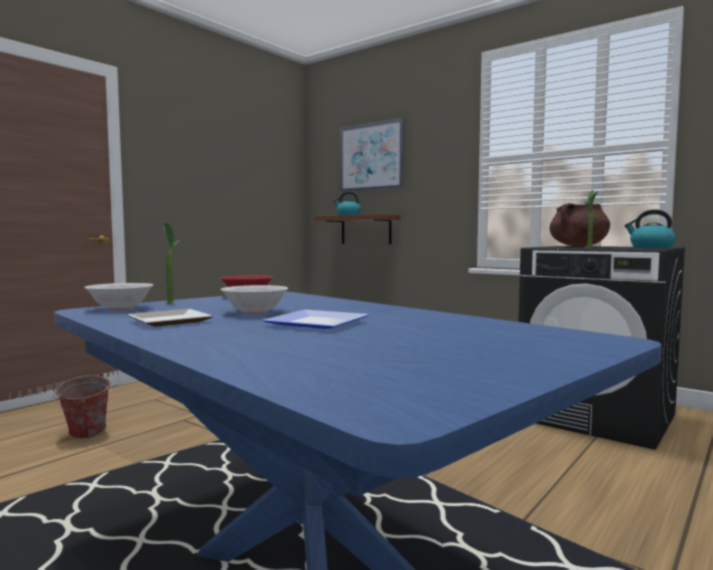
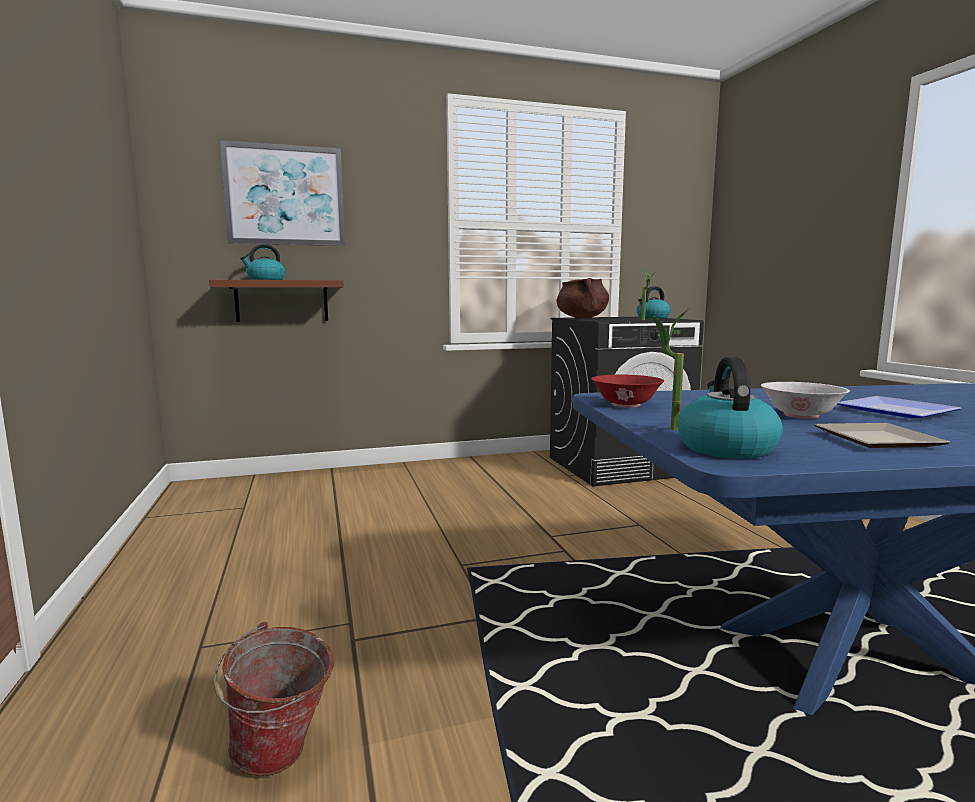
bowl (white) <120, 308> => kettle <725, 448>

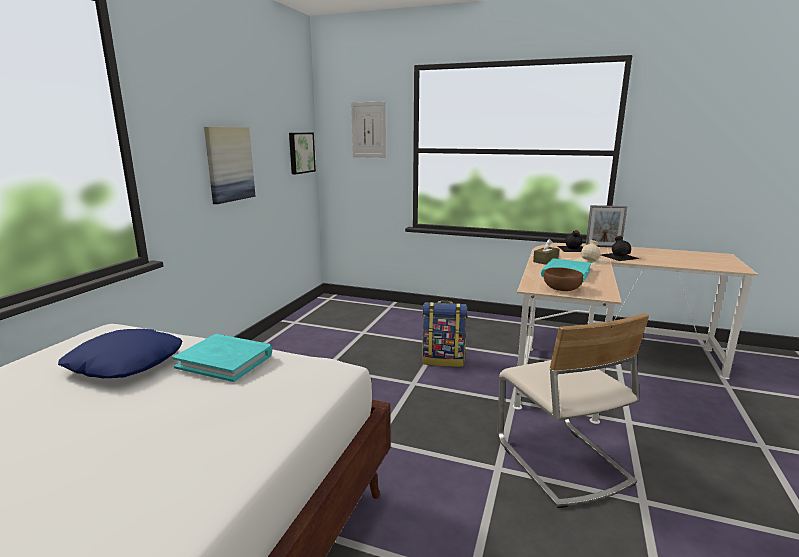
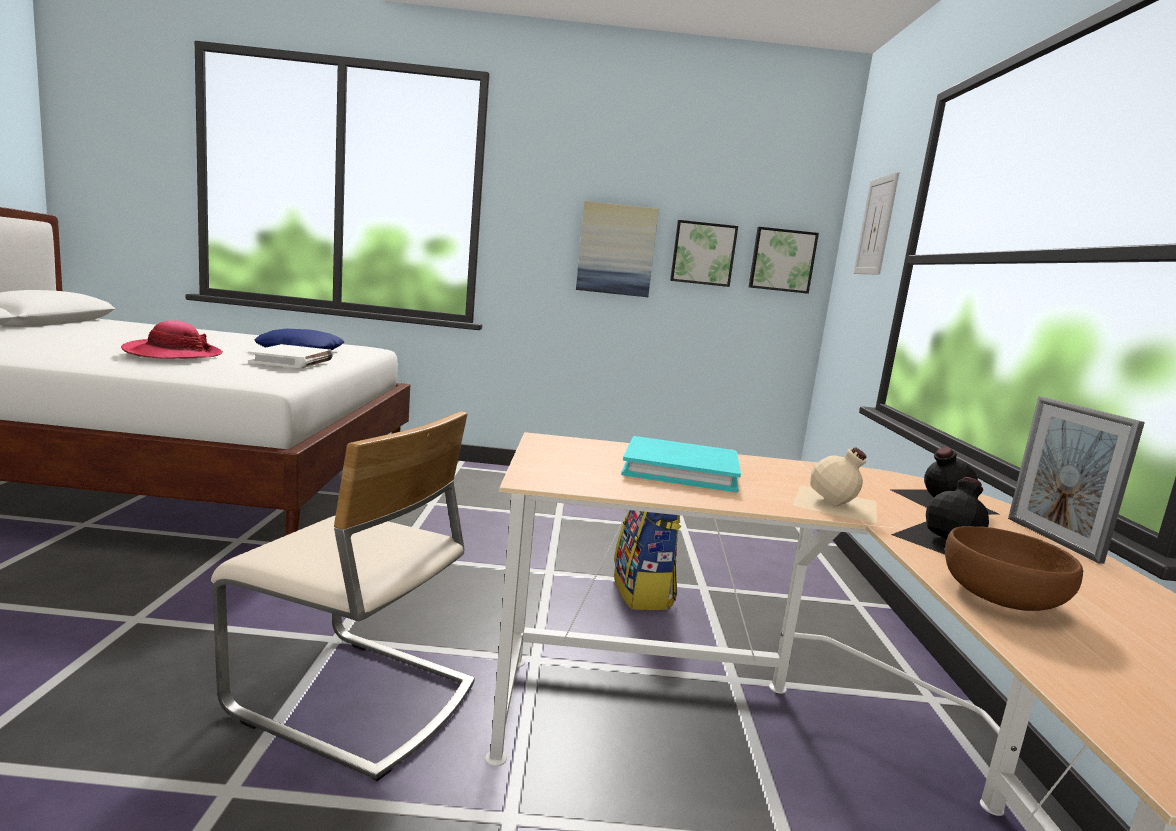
book (turquoise) <225, 360> => book (white) <292, 361>
chair (beige) <560, 461> => chair (beige) <352, 700>, 120 degrees counterclockwise
tissue box (brown) <545, 260> => nothing
bowl (brown) <561, 289> => bowl (brown) <999, 596>, moved
nothing => hat <173, 354>
nothing => picture <703, 253>

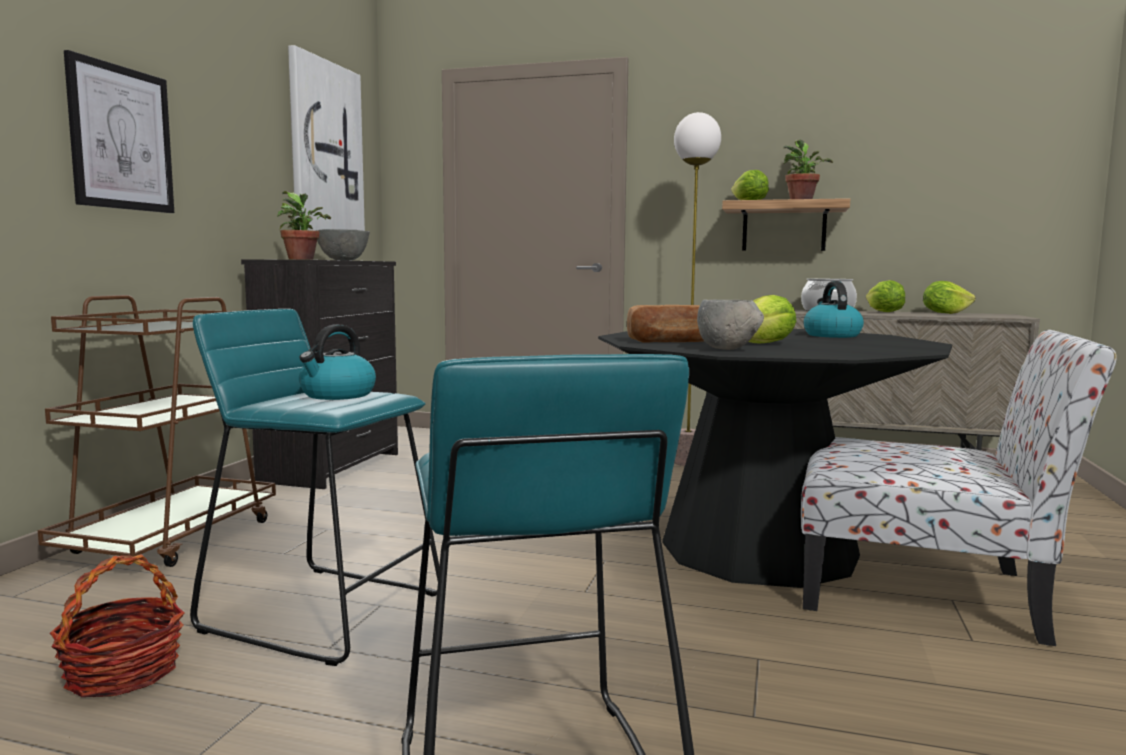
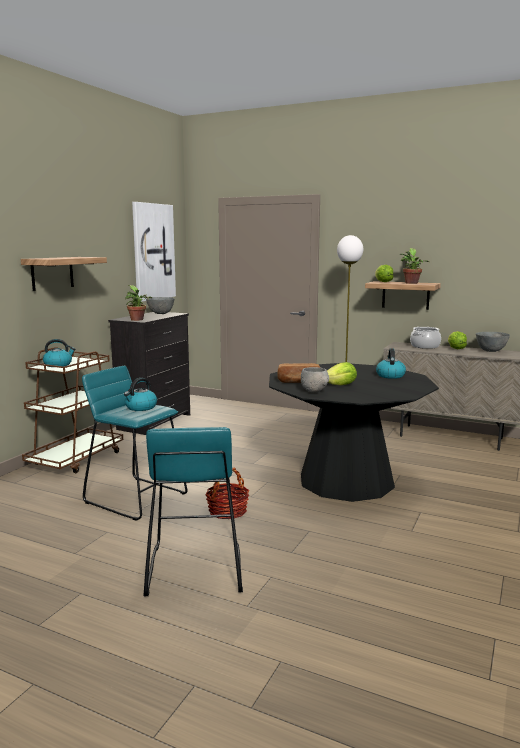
basket <122, 673> => basket <227, 511>, moved
picture <121, 138> => shelf <52, 273>
chair <923, 591> => nothing
lettuce <945, 313> => bowl (grey) <490, 351>
nothing => kettle <58, 365>

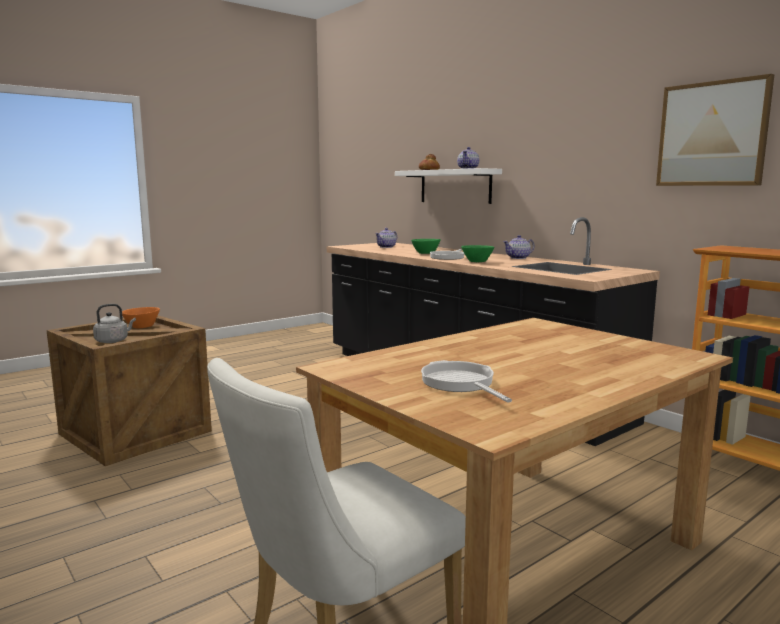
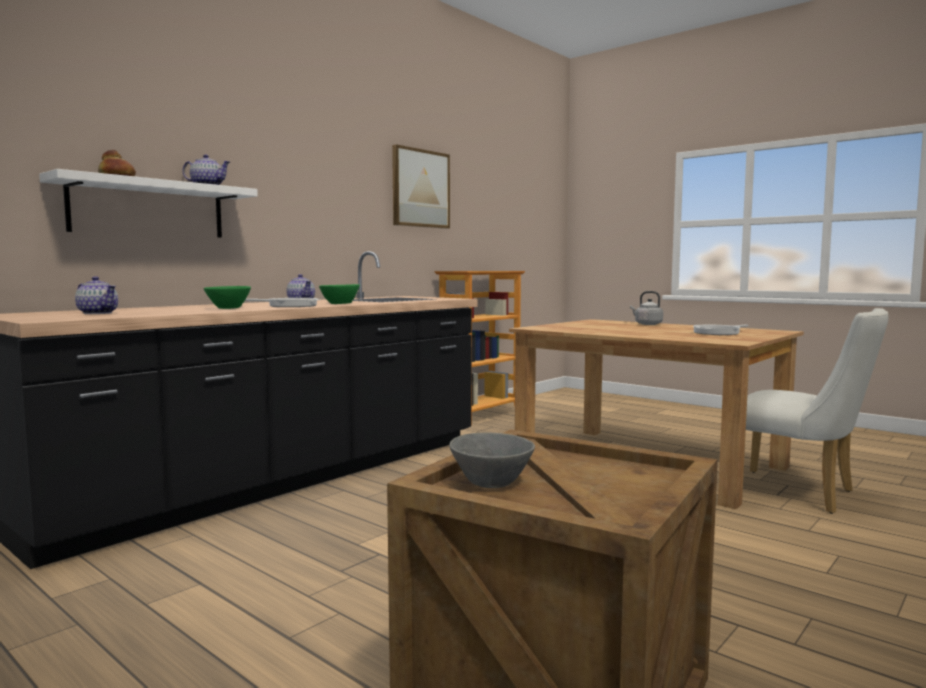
kettle (grey) <113, 341> => kettle (grey) <647, 324>, moved
bowl (orange) <141, 326> => bowl (grey) <489, 483>

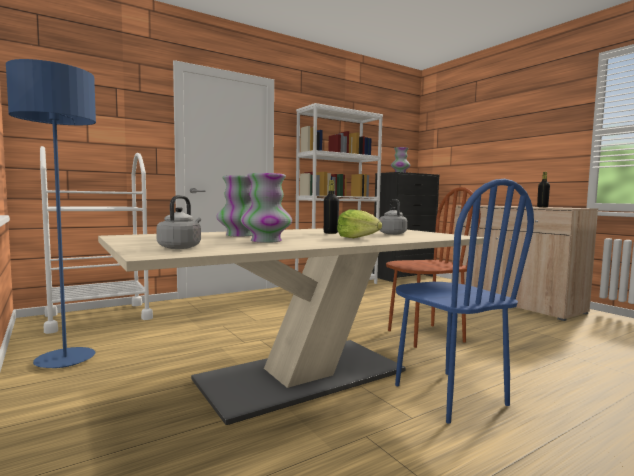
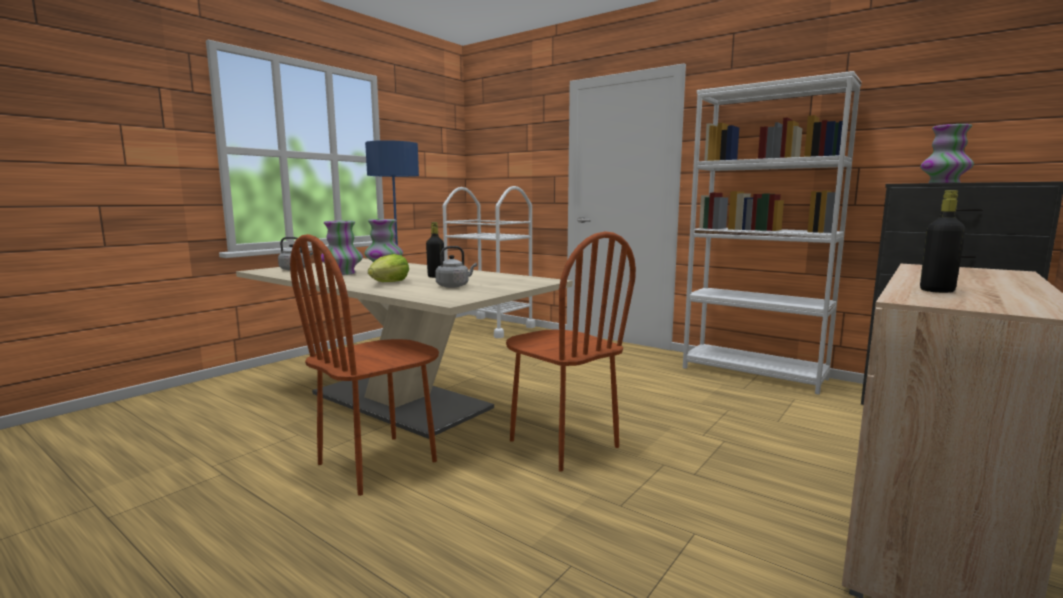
chair (blue) <448, 395> => chair (brown) <378, 463>

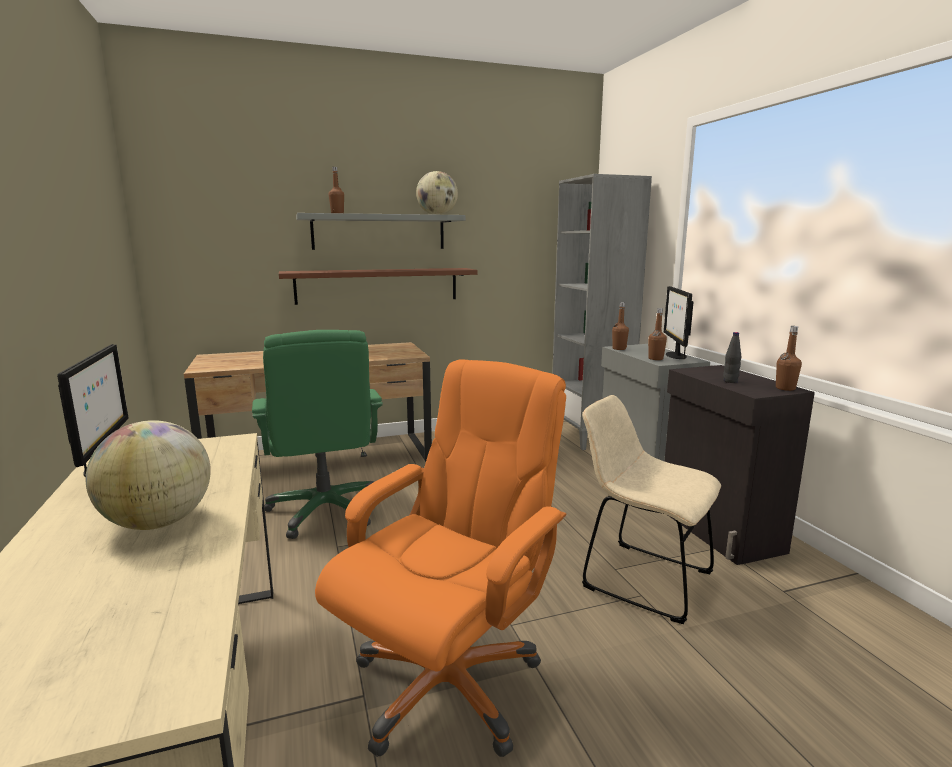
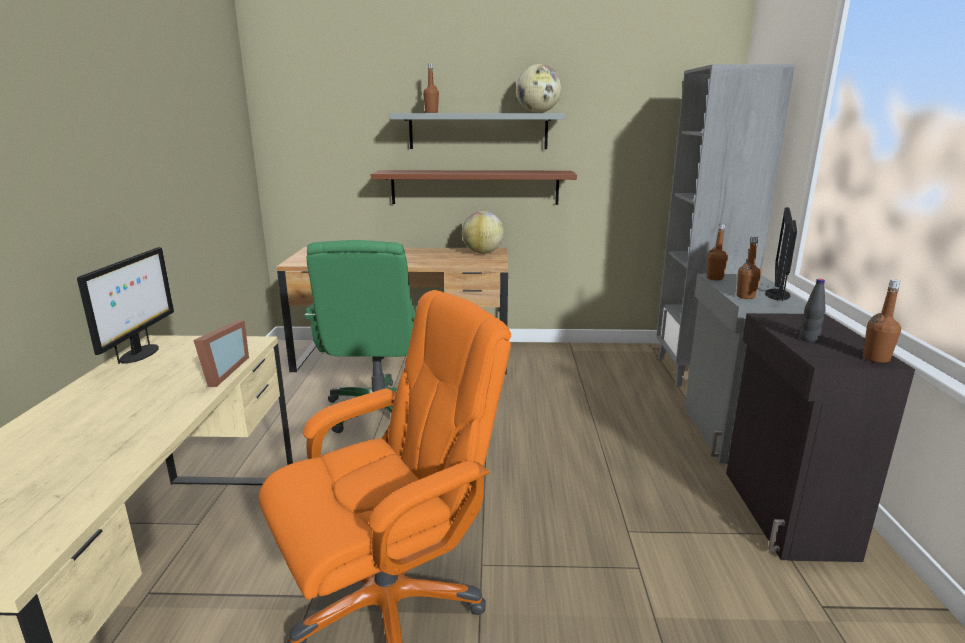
globe <158, 522> => globe <482, 253>, moved
chair (beige) <640, 578> => nothing
nothing => picture frame <220, 372>

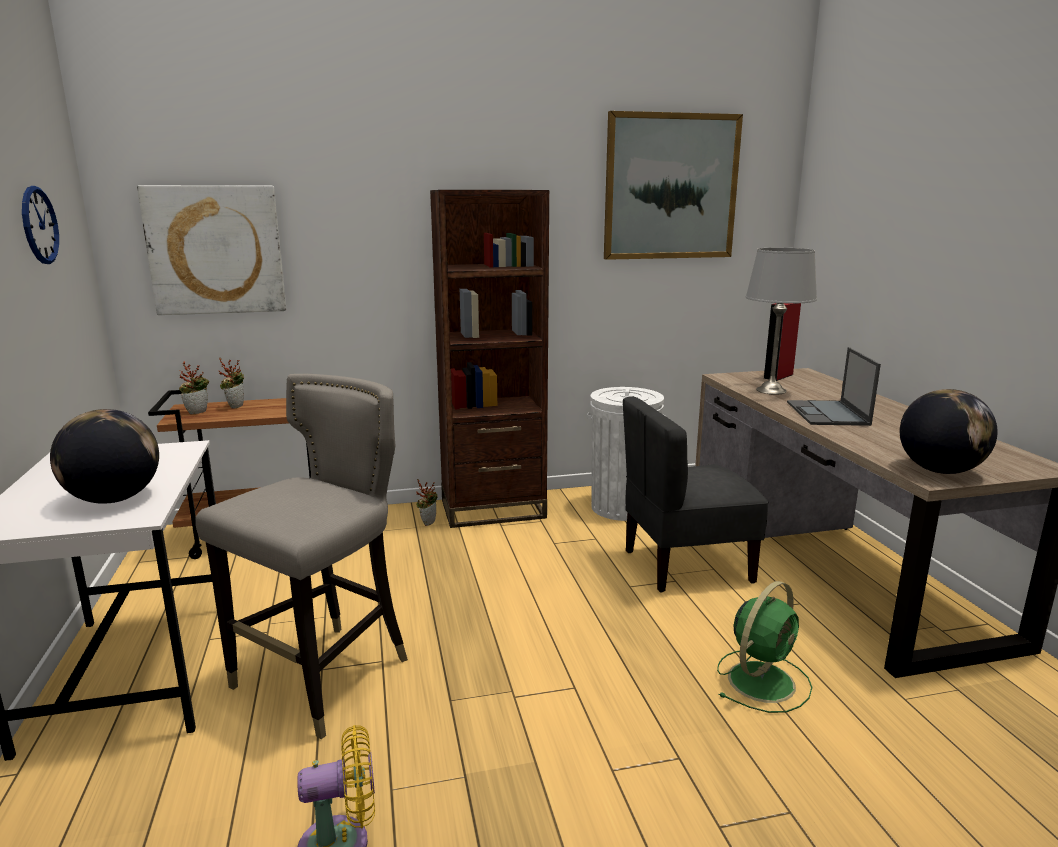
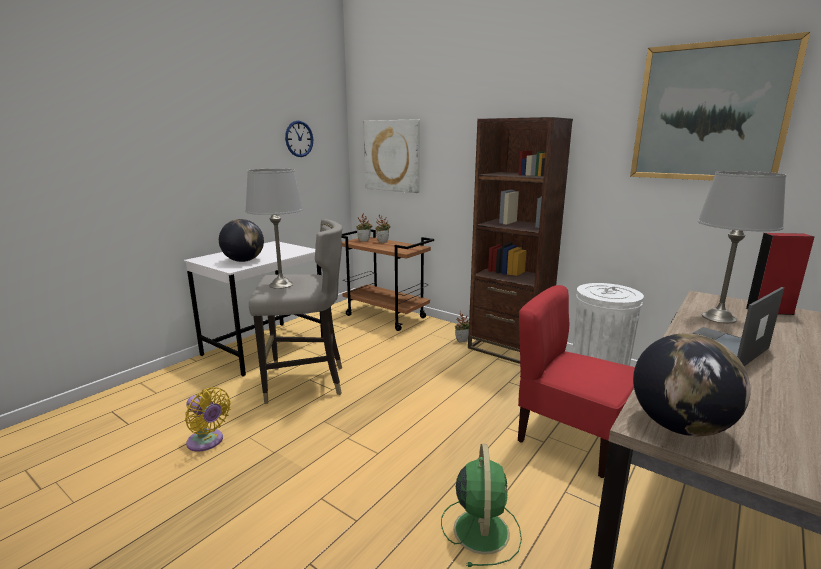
chair (grey) <686, 565> => chair (red) <570, 438>
fan (green) <762, 680> => fan (green) <481, 529>, 90 degrees counterclockwise
nothing => table lamp (grey) <281, 284>

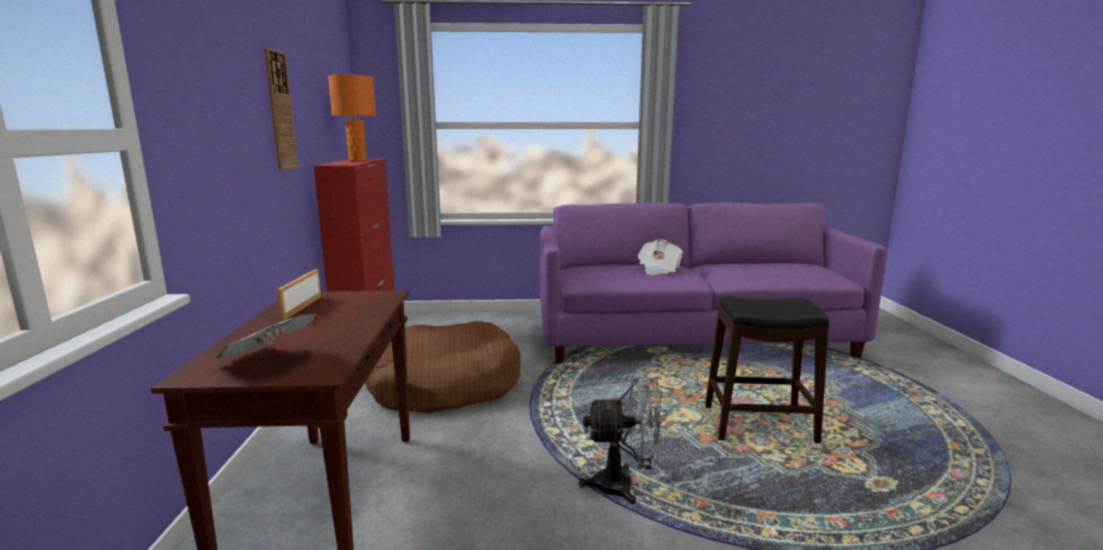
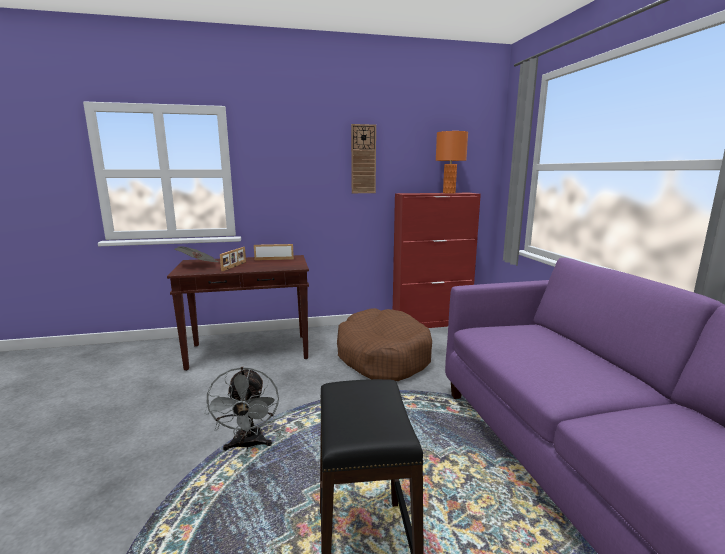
newspaper <658, 269> => nothing
nothing => picture frame <234, 266>

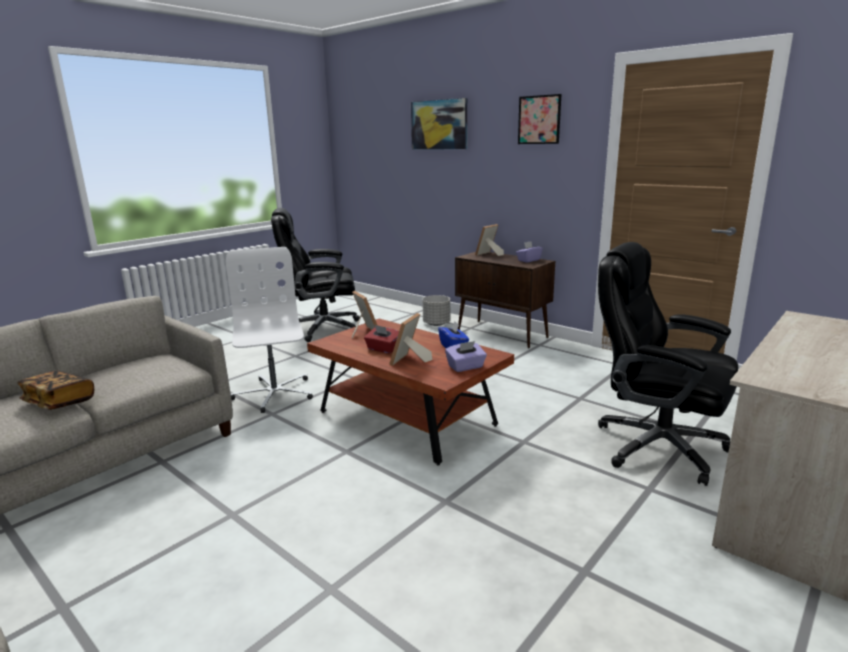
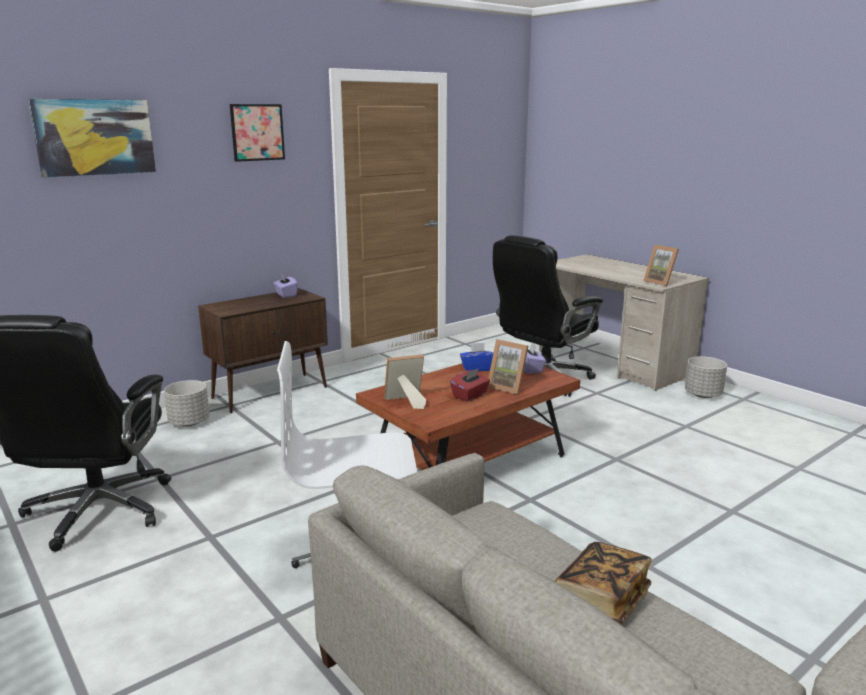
picture frame <488, 254> => picture frame <661, 282>, moved
nothing => planter (grey) <703, 395>

